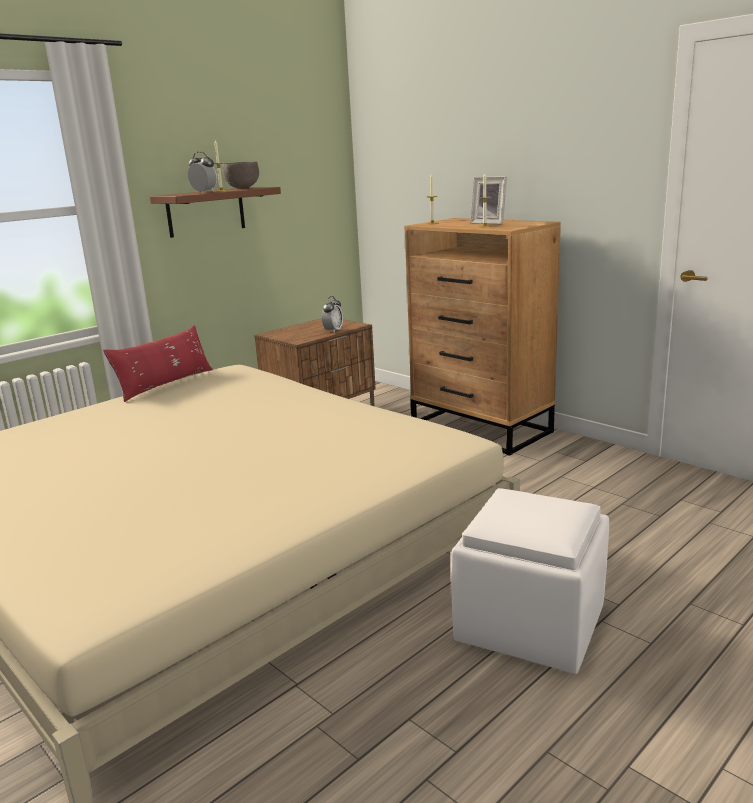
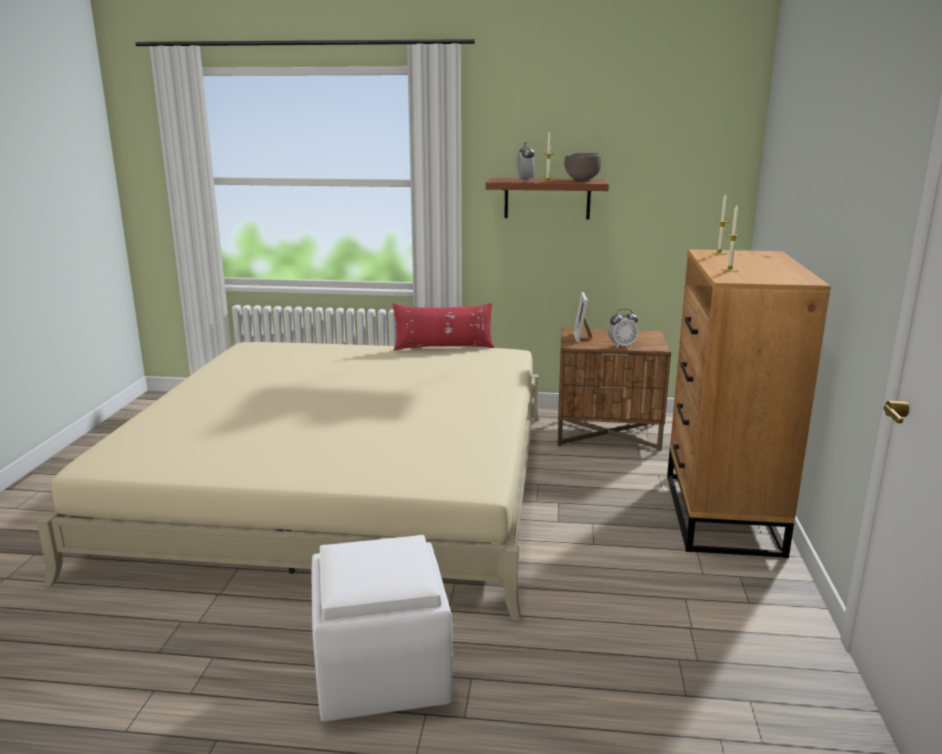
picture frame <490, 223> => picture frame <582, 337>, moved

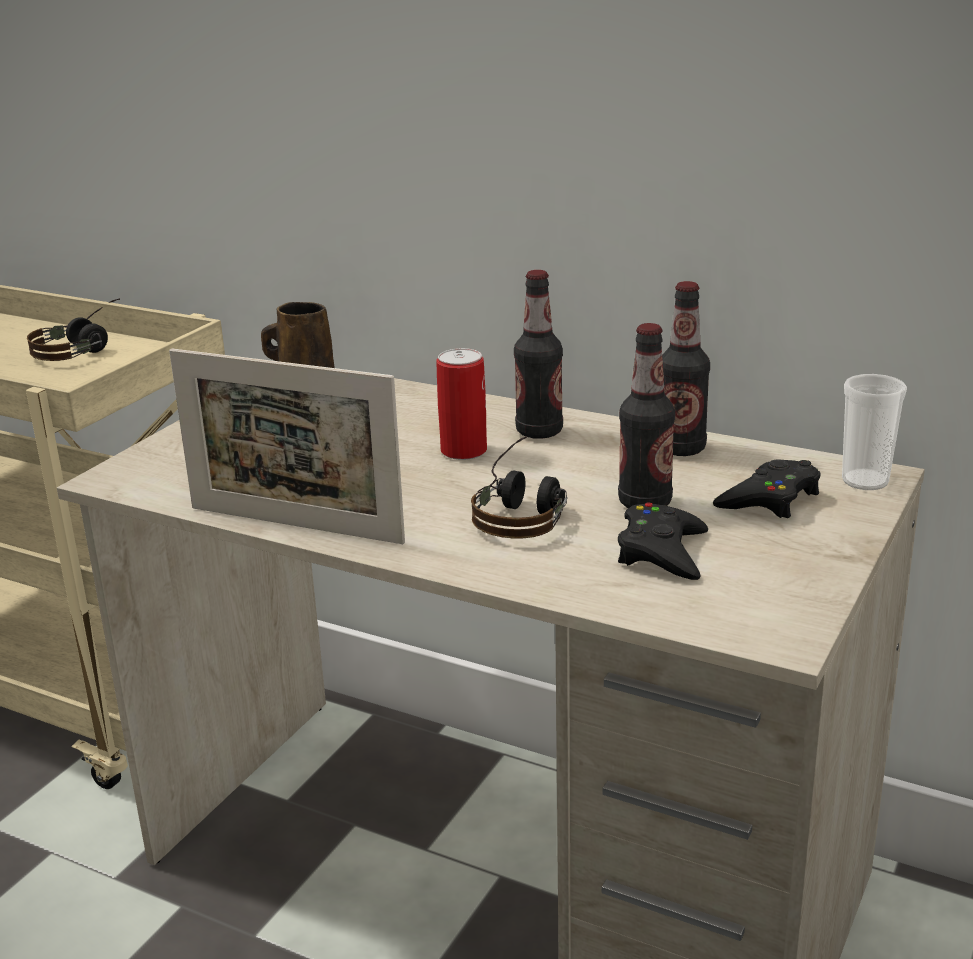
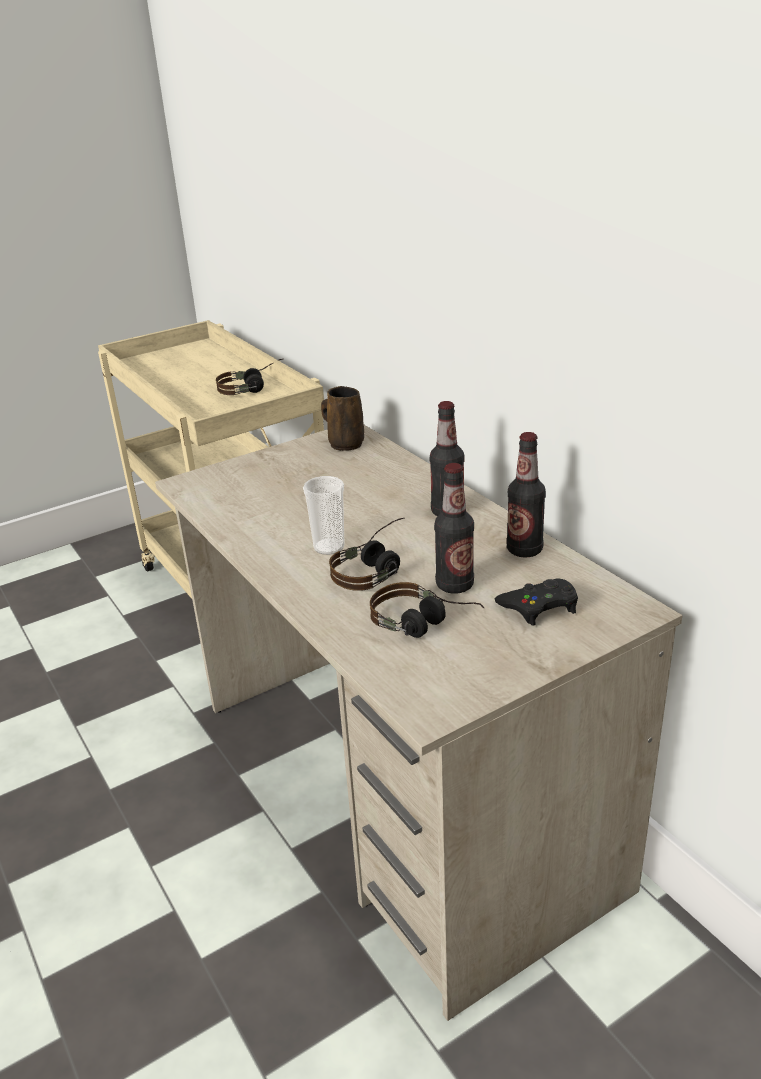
picture frame <295, 525> => nothing
can <463, 451> => nothing
game controller (black) <662, 552> => headphones <425, 625>
cup <865, 481> => cup <329, 547>, moved

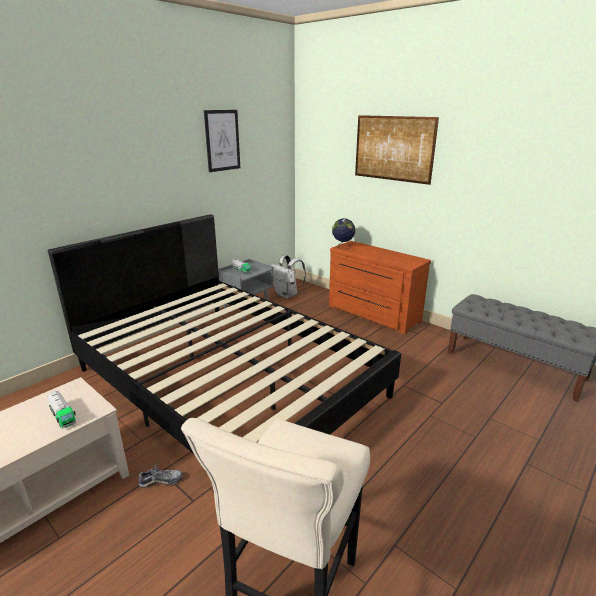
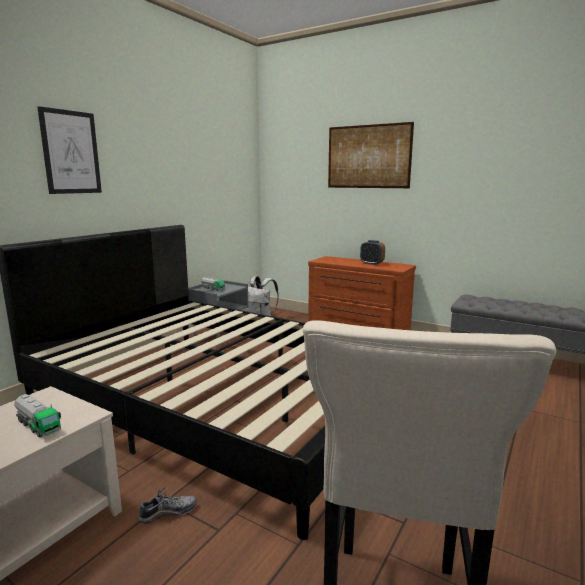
picture <222, 140> => picture <71, 152>, moved
globe <342, 247> => nothing
nothing => alarm clock <372, 263>

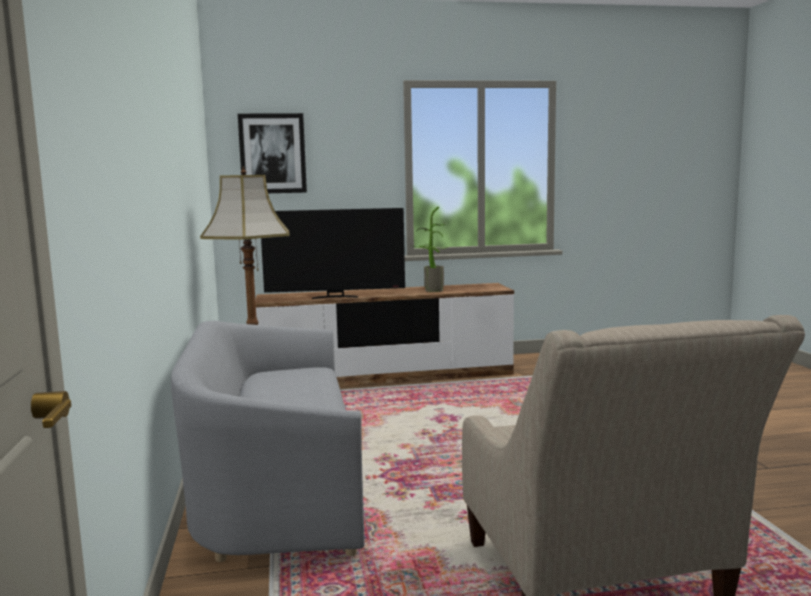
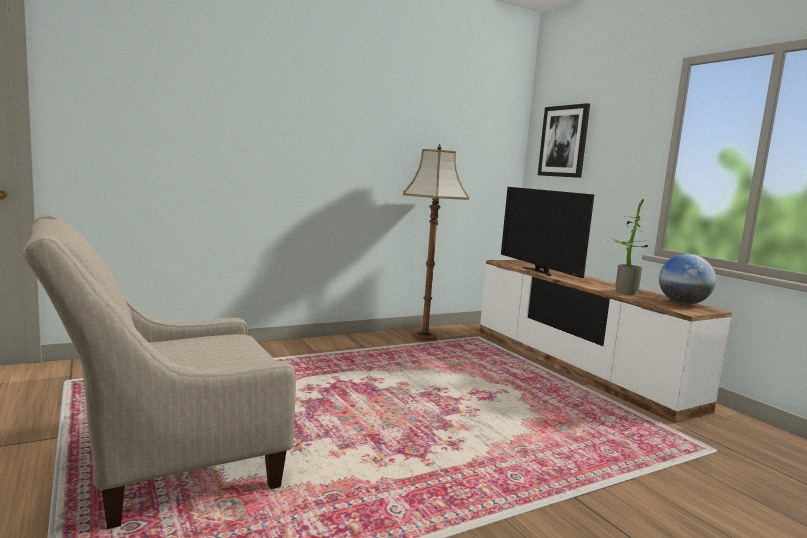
sofa (grey) <276, 487> => nothing
nothing => globe <683, 303>

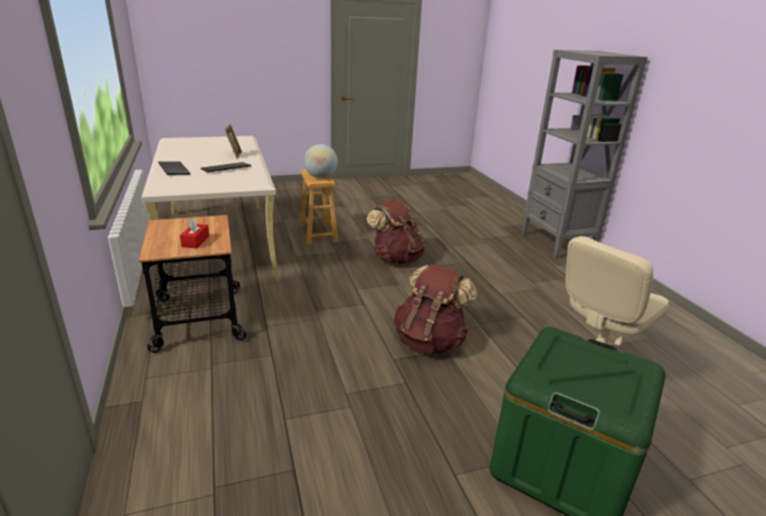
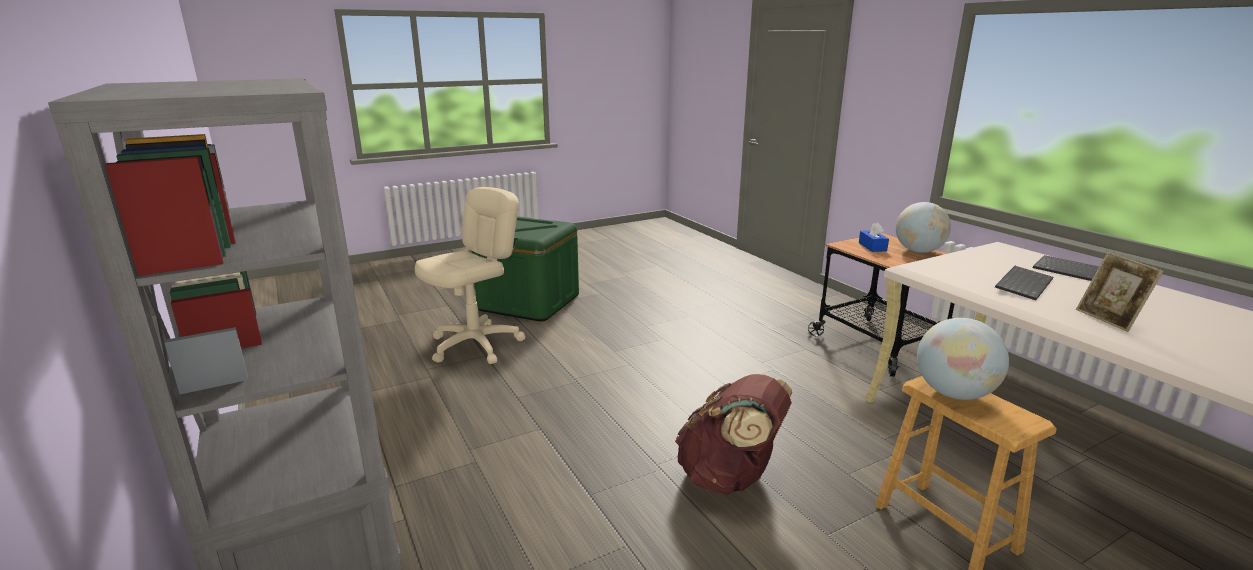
tissue box (red) <195, 241> => tissue box (blue) <872, 247>
backpack (brown) <430, 341> => nothing
nothing => globe <918, 251>

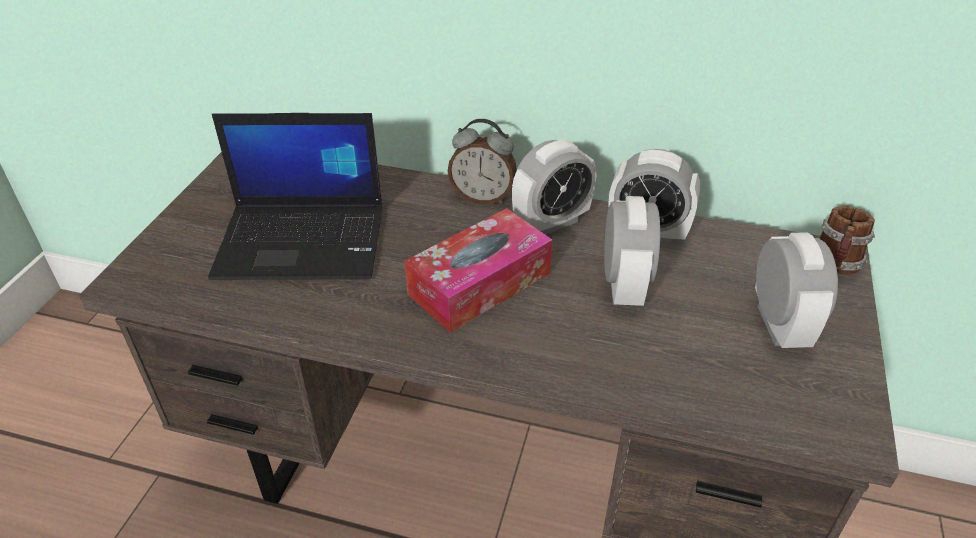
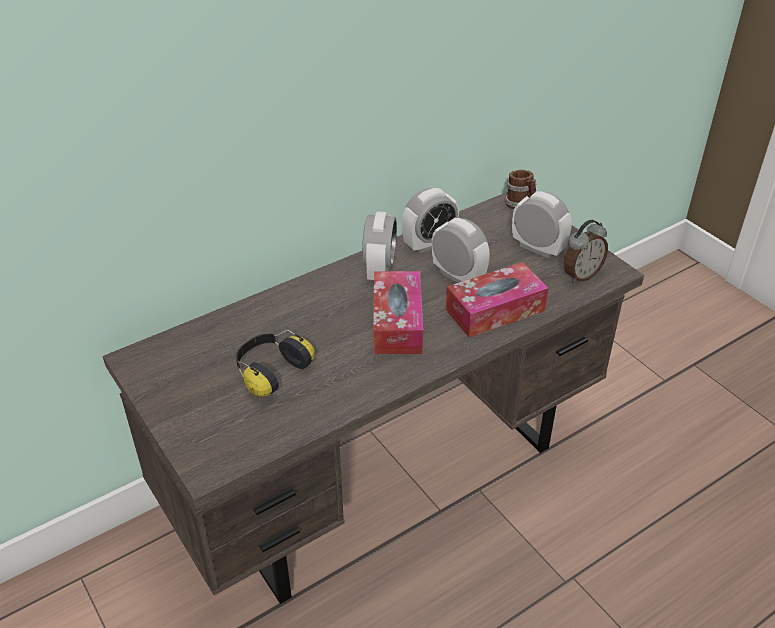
laptop <304, 241> => headphones <270, 372>
alarm clock <482, 197> => alarm clock <581, 275>, moved
nothing => tissue box <495, 310>

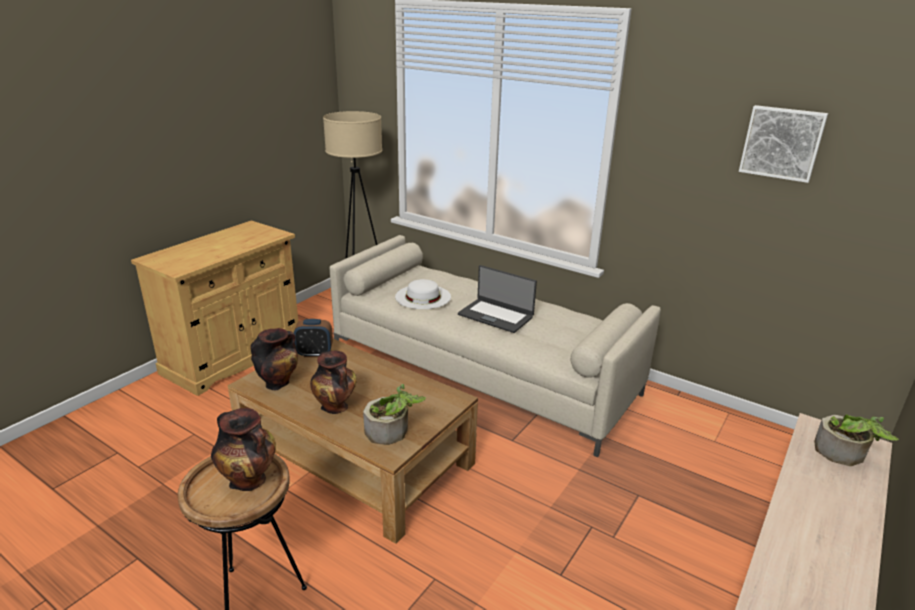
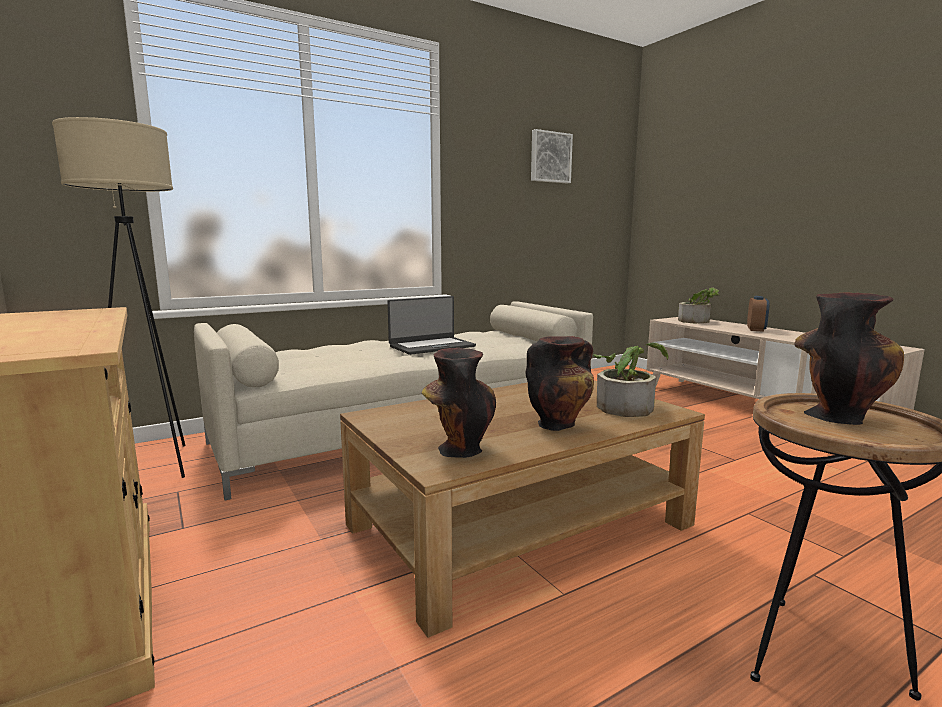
alarm clock <314, 353> => alarm clock <756, 329>, moved
hat (white) <423, 296> => nothing

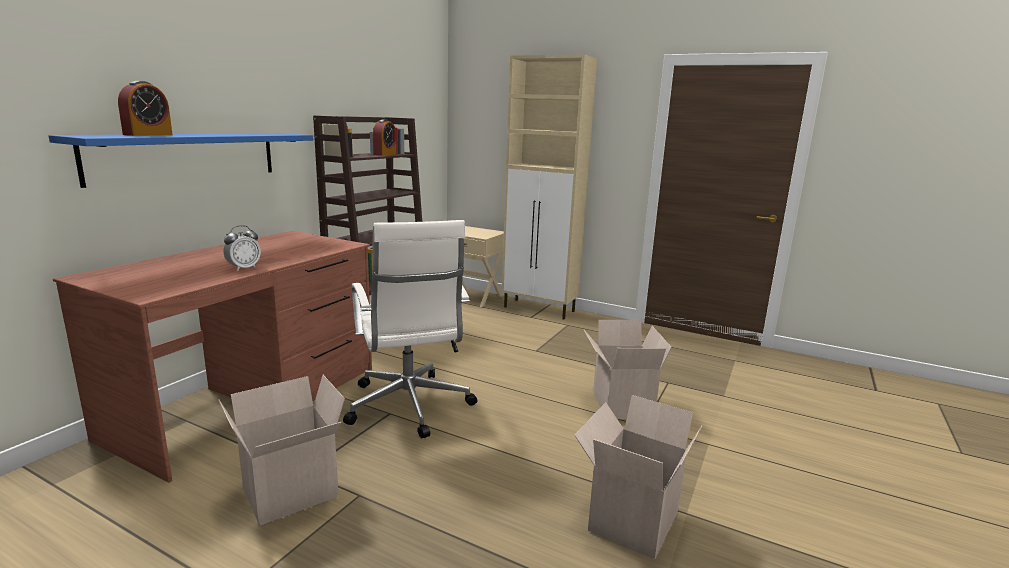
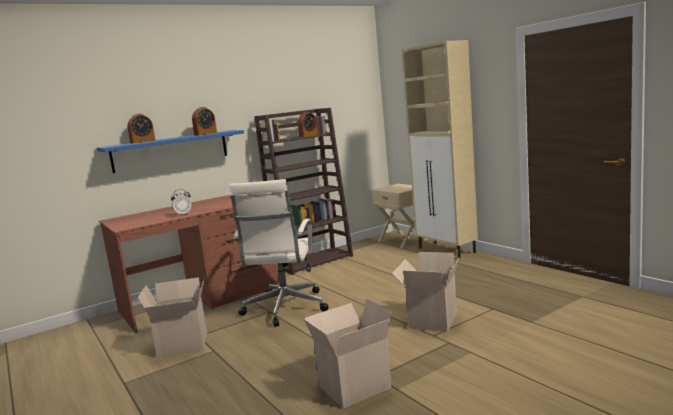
nothing => alarm clock <205, 134>

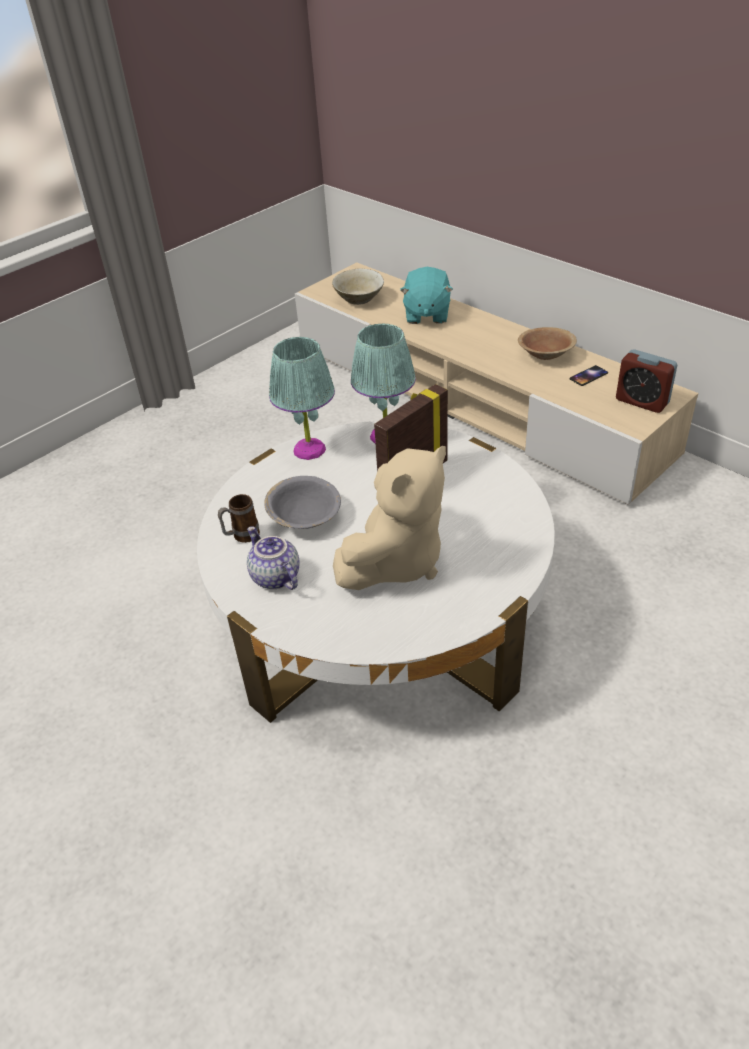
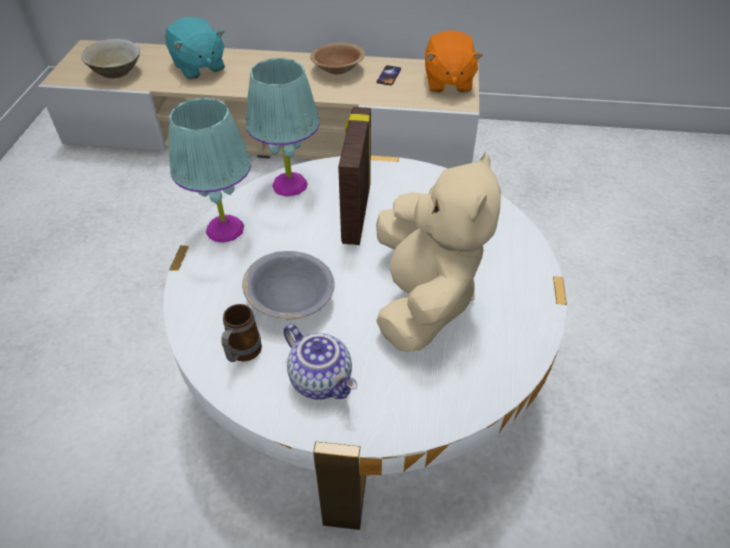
teapot <274, 577> => teapot <322, 379>, 150 degrees counterclockwise
alarm clock <642, 401> => plush toy (orange) <447, 82>

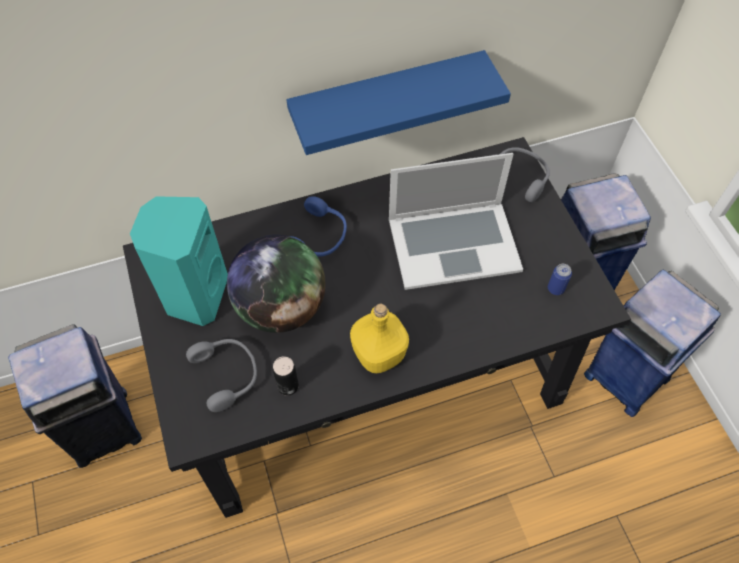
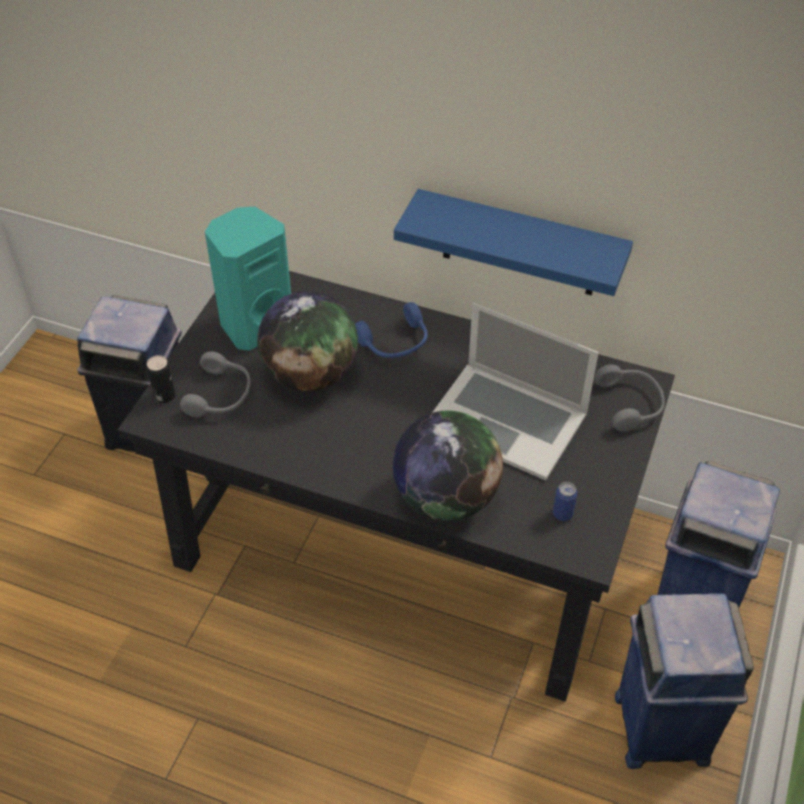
can <288, 386> => can <164, 396>, moved
bottle (yellow) <379, 355> => nothing
nothing => globe <446, 497>

